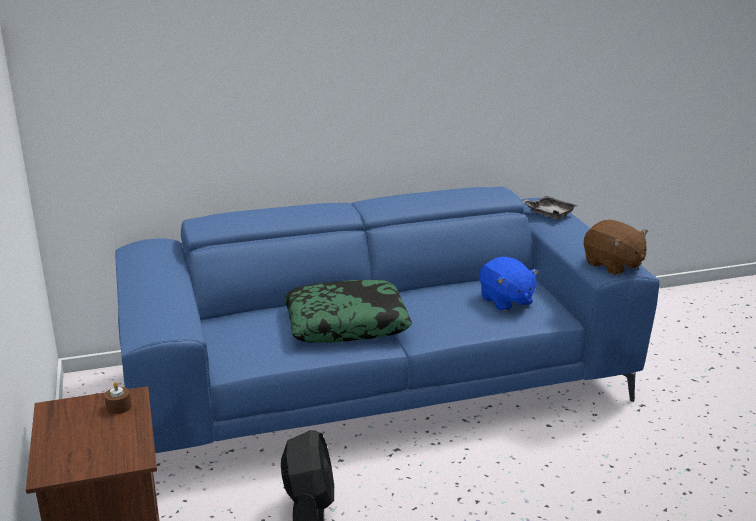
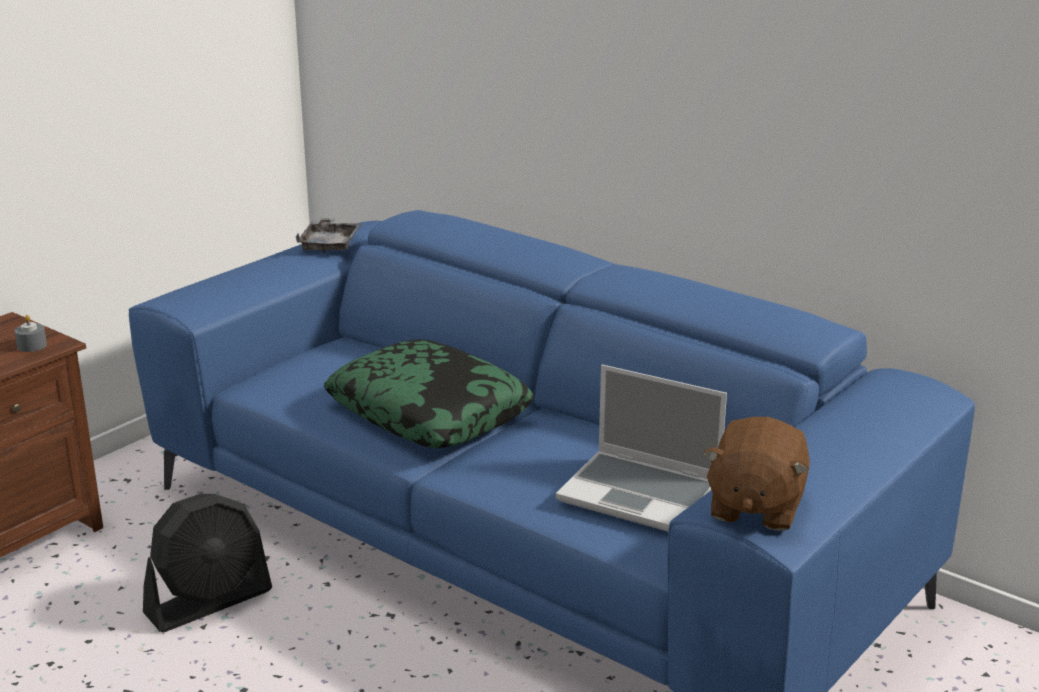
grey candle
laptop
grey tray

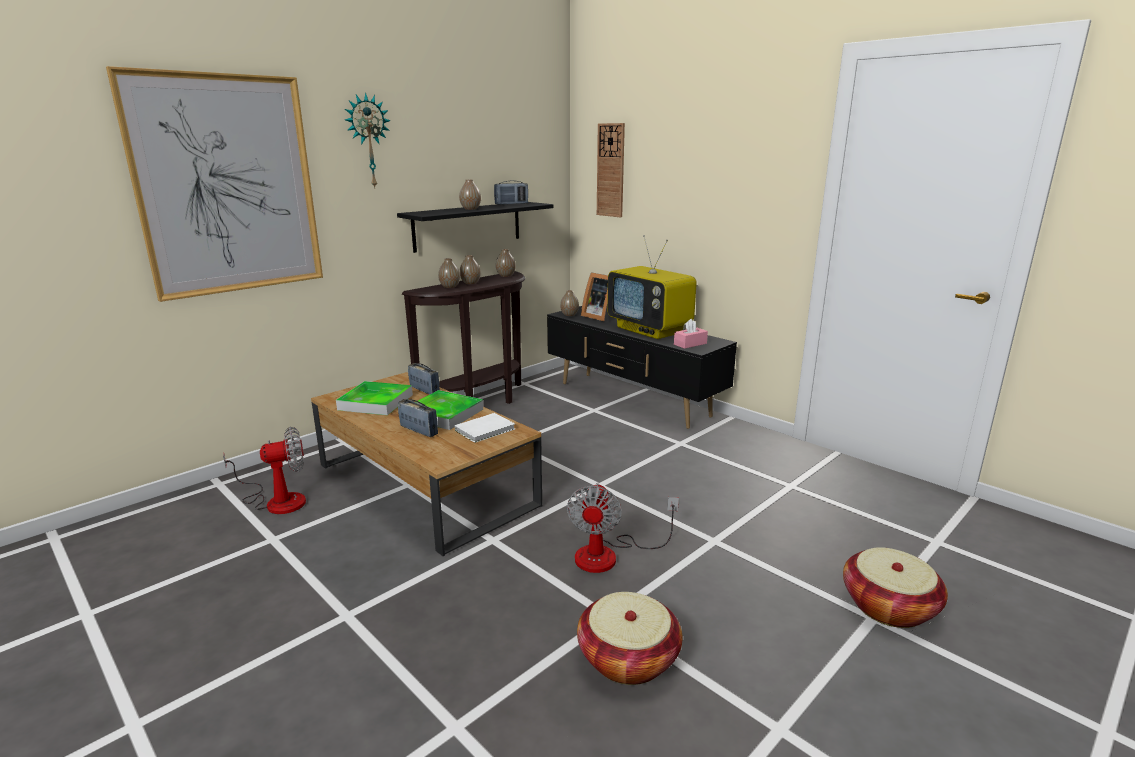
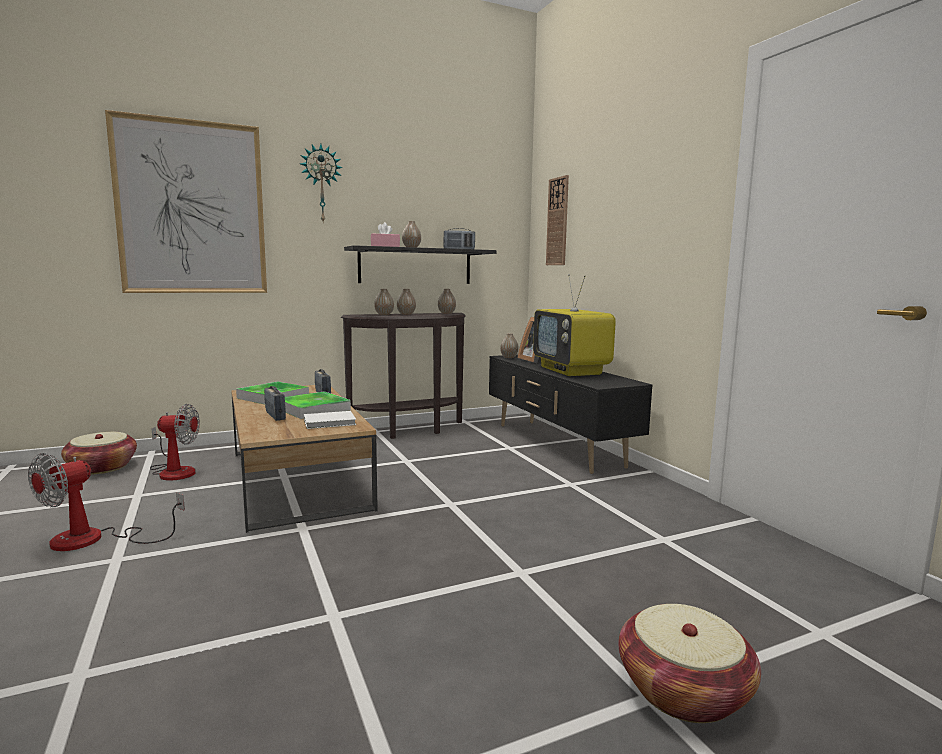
fan (no. 1 from left)
basket (no. 1 from left)
pink tissue box

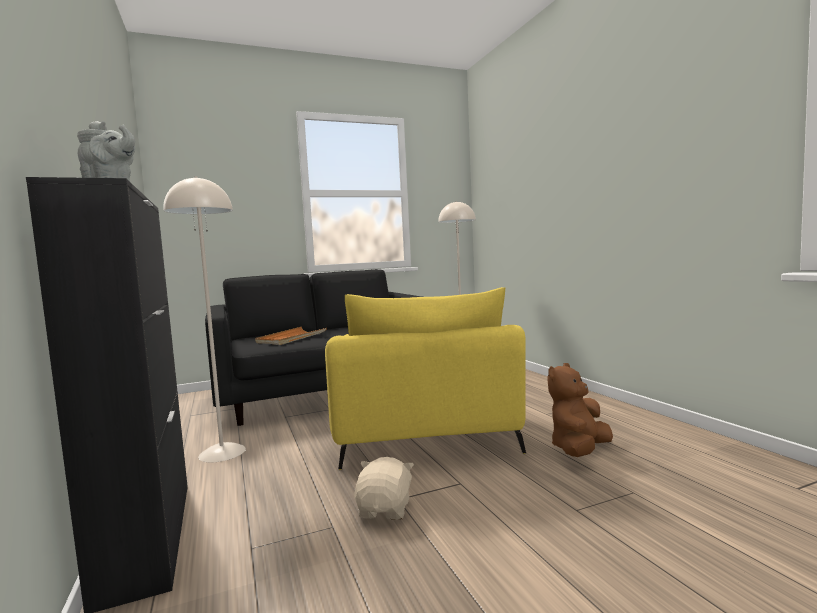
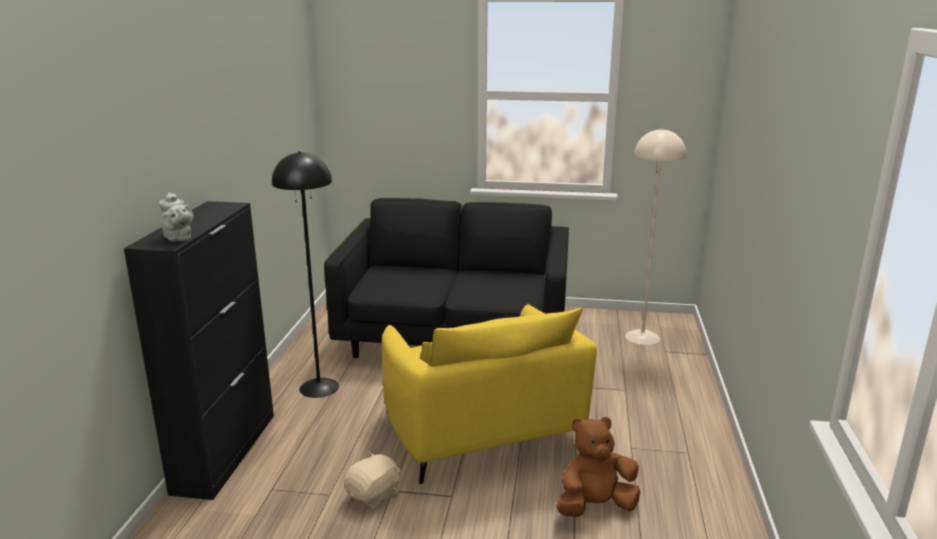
black floor lamp
orange tray
yellow armchair

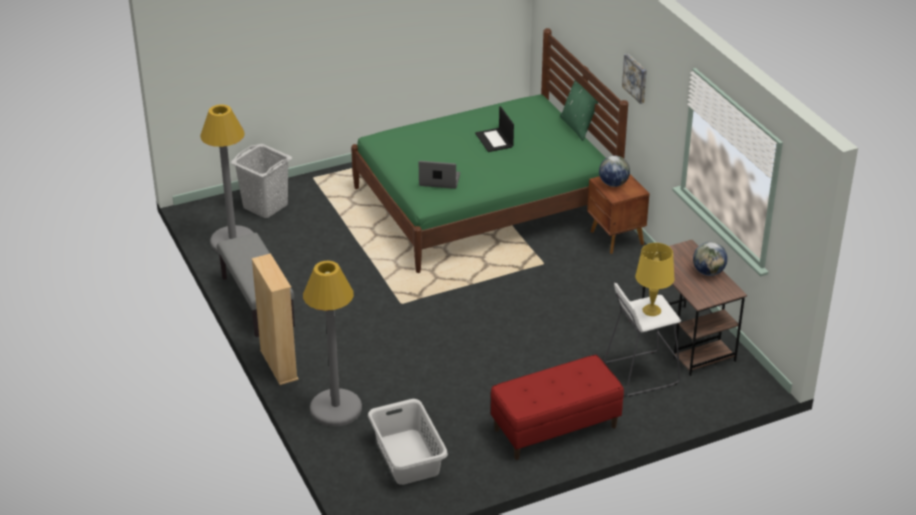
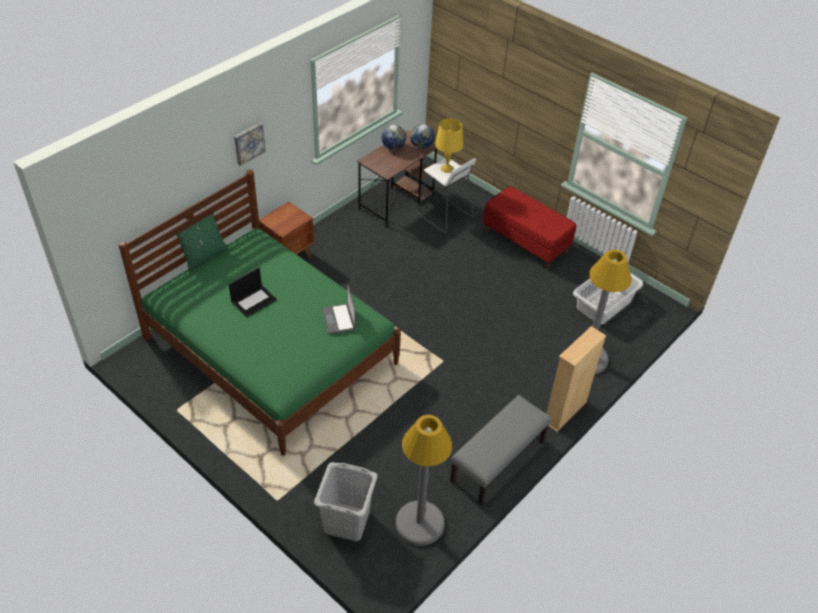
globe (no. 2 from left)

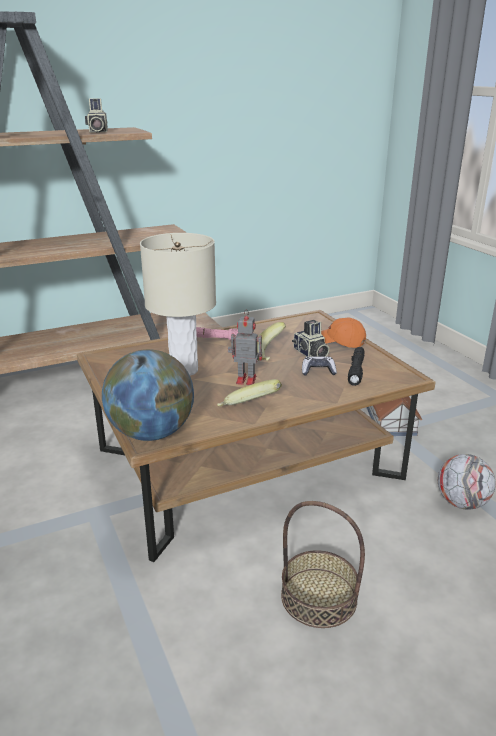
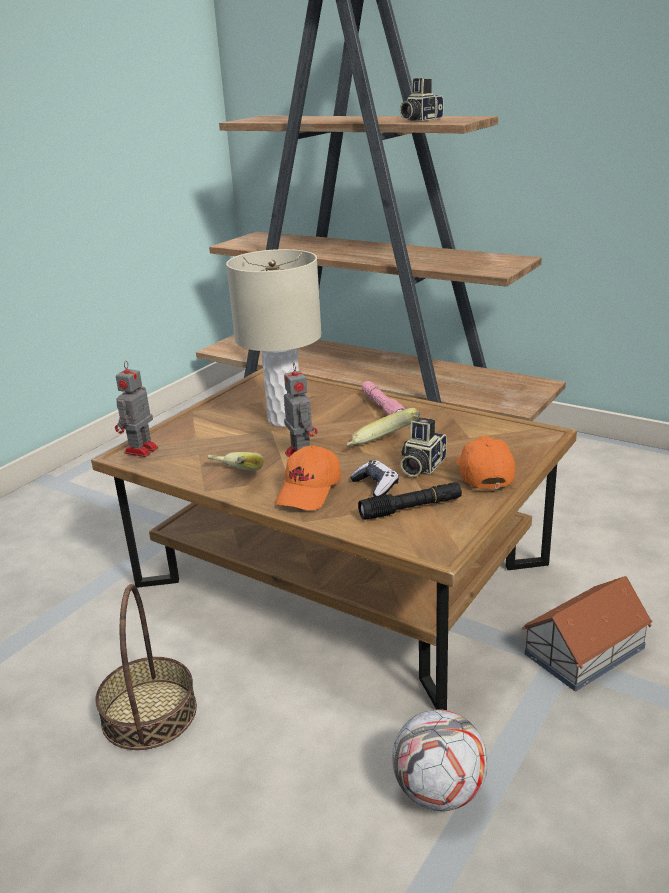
toy robot (no. 1 from left)
orange cap (no. 1 from left)

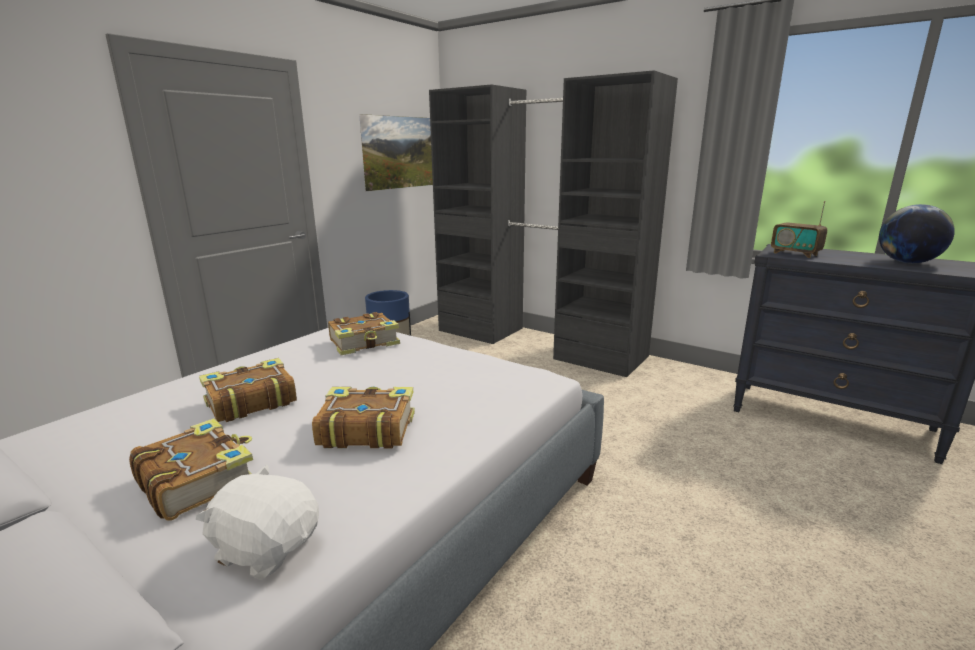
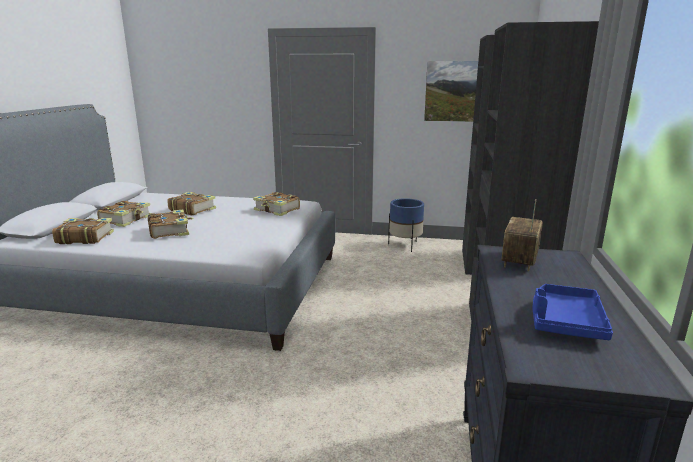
book (no. 1 from left)
blue tray

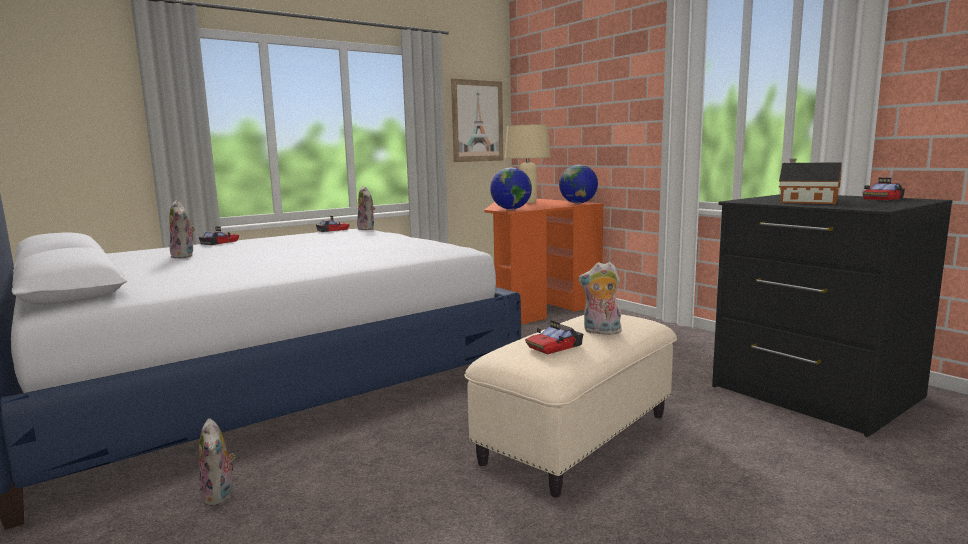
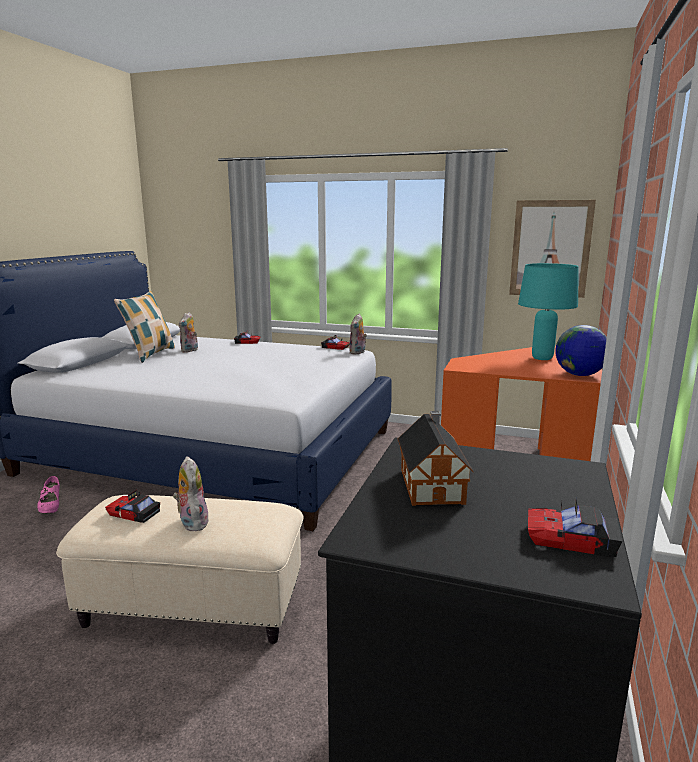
pink shoe
globe (no. 1 from left in the first image)
turquoise table lamp
pillow

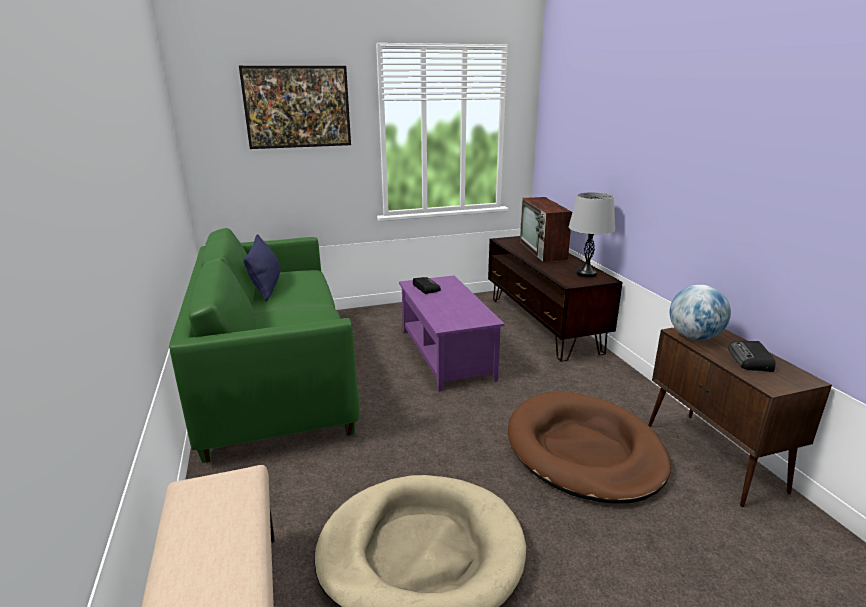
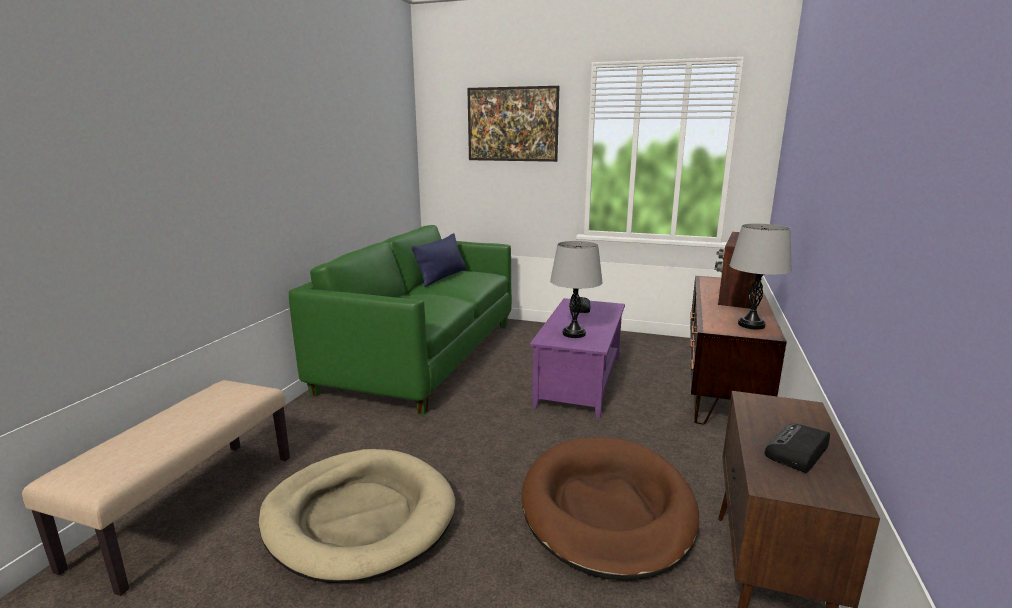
globe
grey table lamp (no. 1 from left)

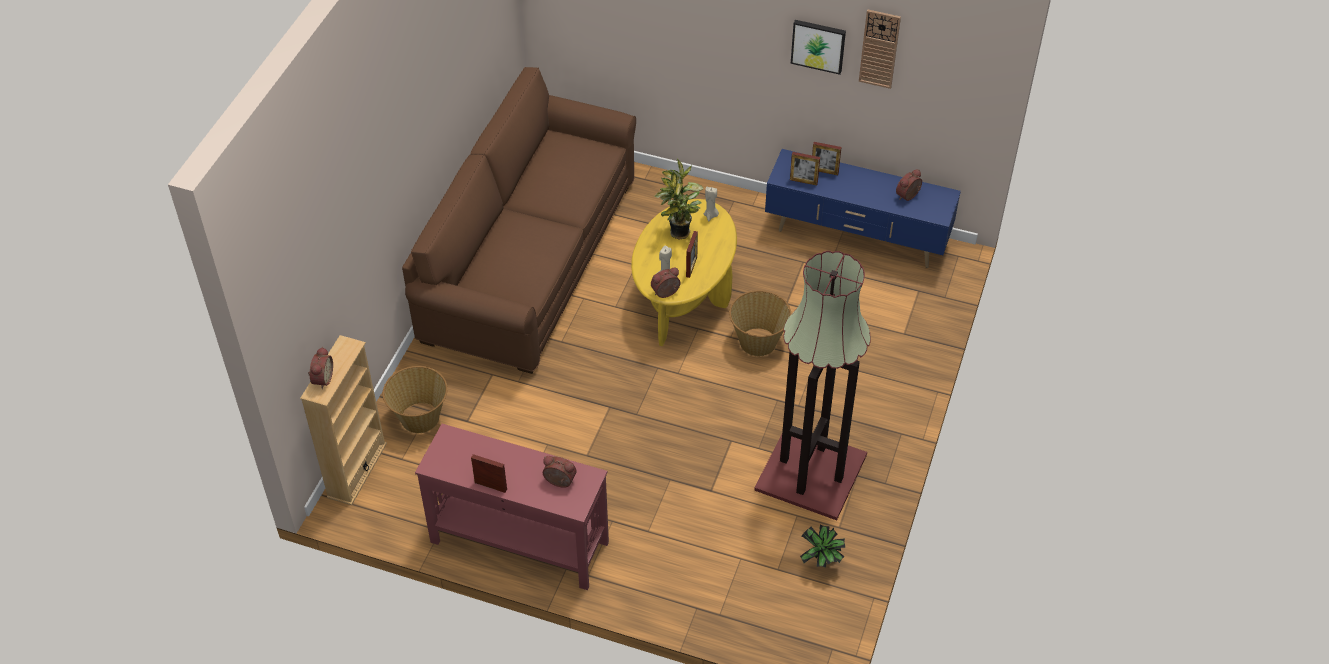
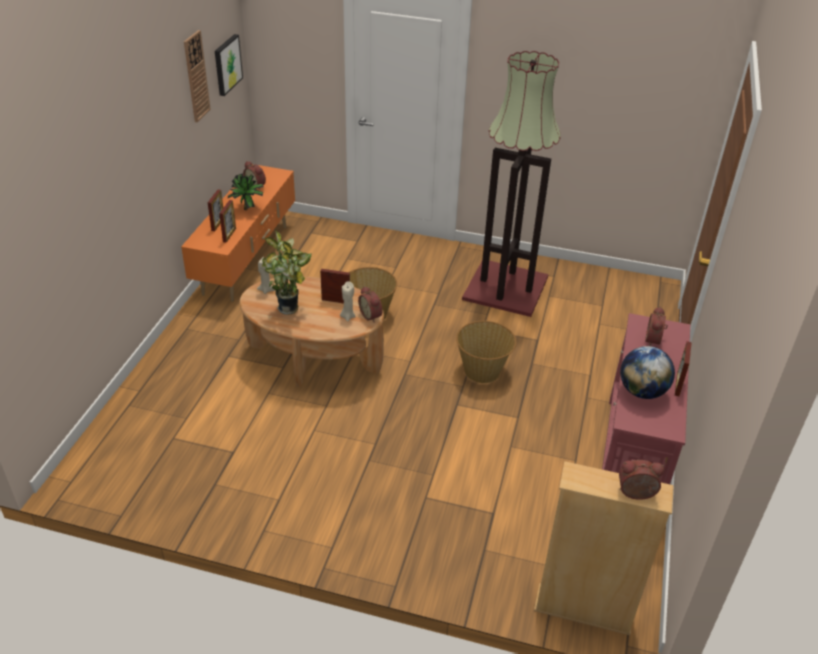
basket (no. 2 from left)
brown sofa
brown coffee table
orange tv stand
picture
potted plant (no. 1 from left)
globe

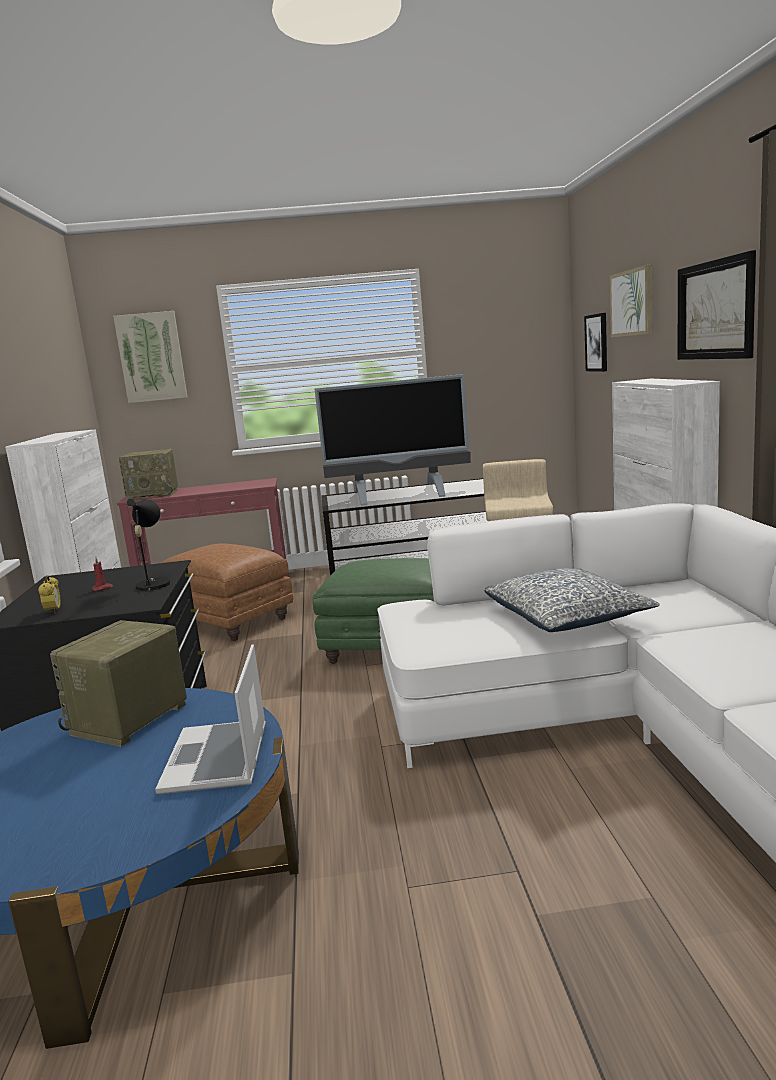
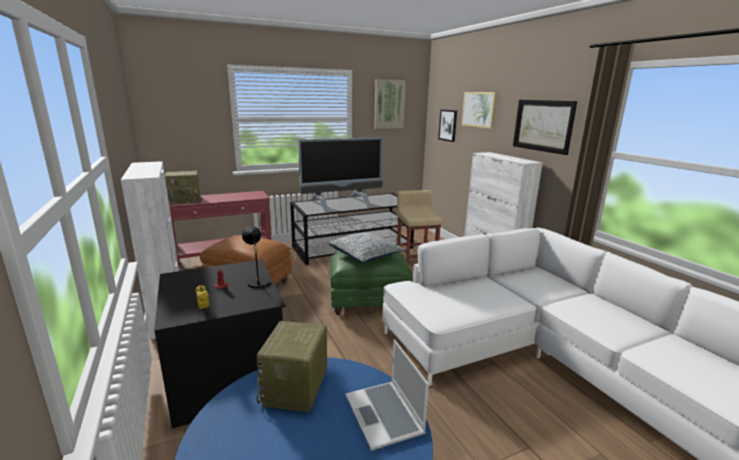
picture (no. 1 from left)
pillow

